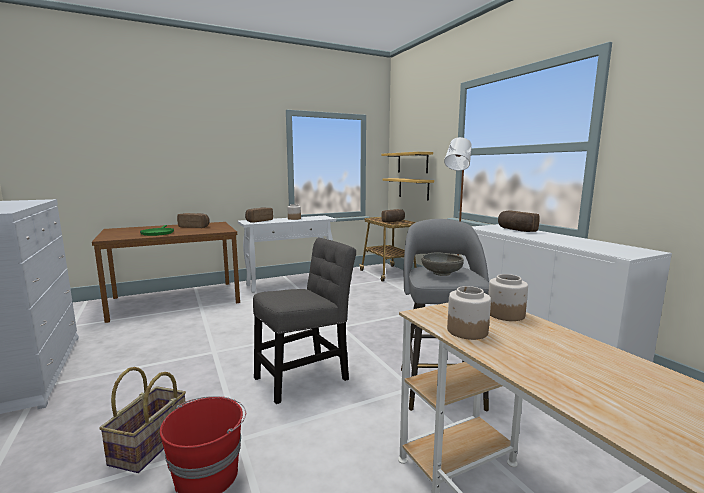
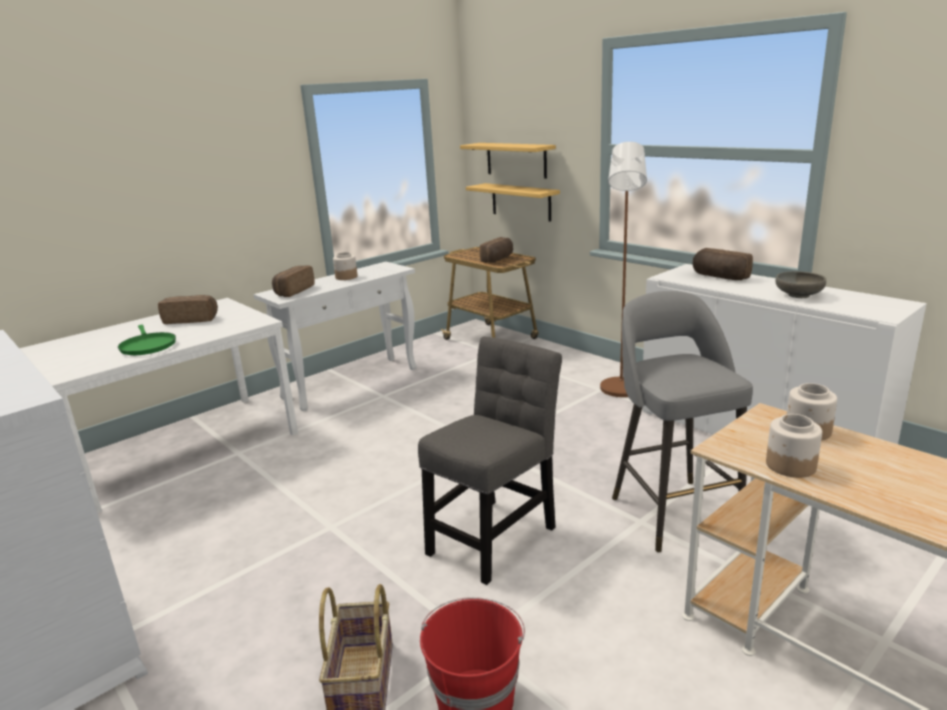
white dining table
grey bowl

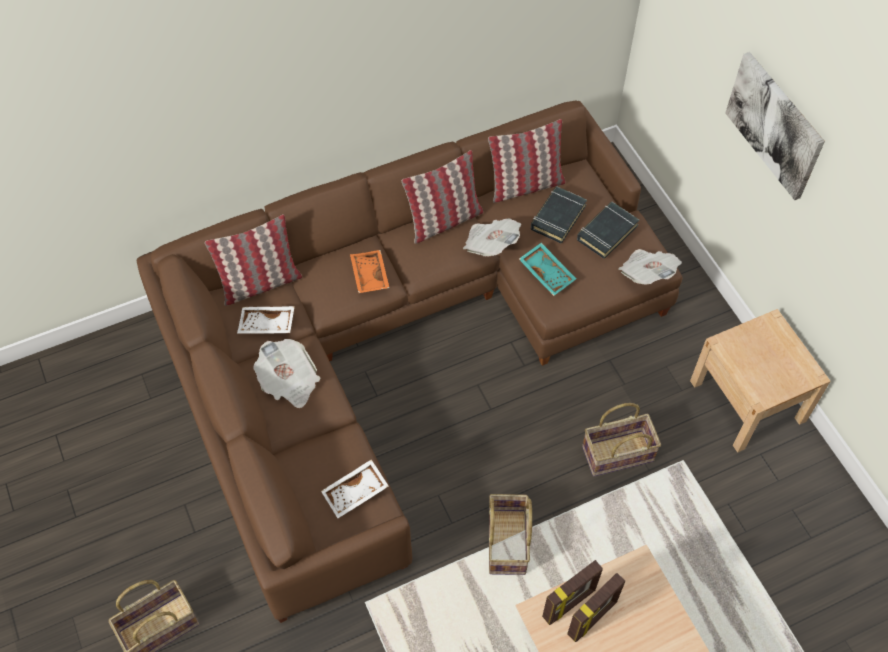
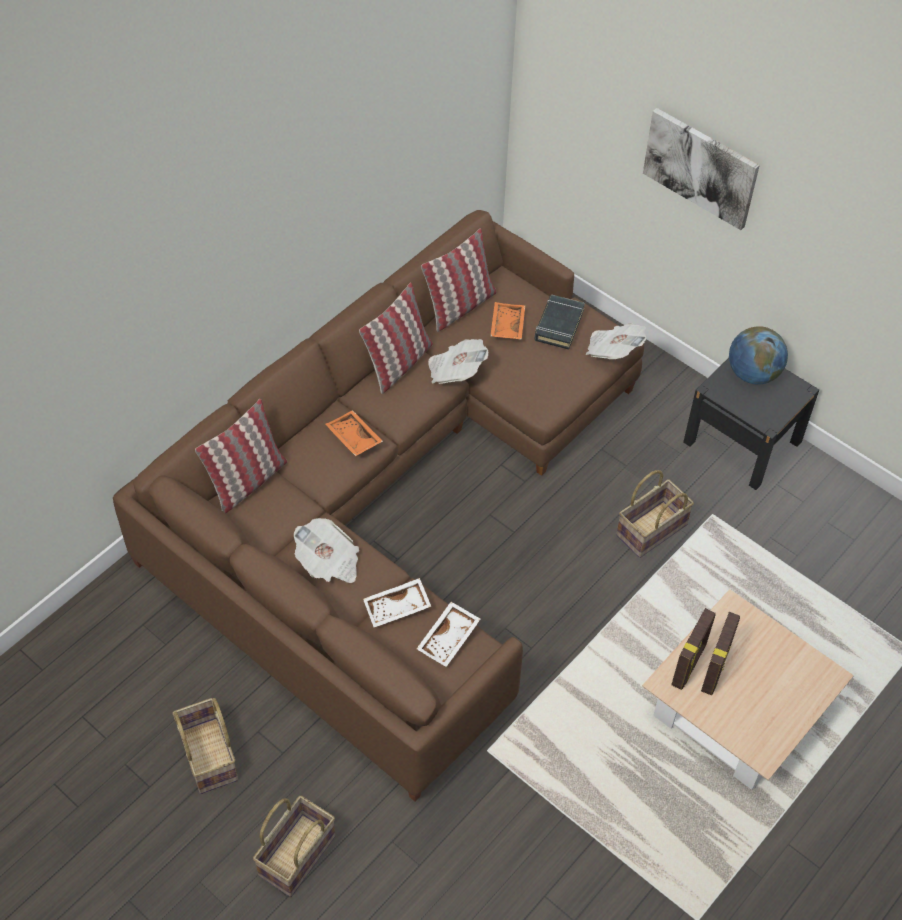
white tray (no. 1 from left)
basket (no. 1 from left)
turquoise tray
orange tray (no. 2 from left)
black nightstand
globe

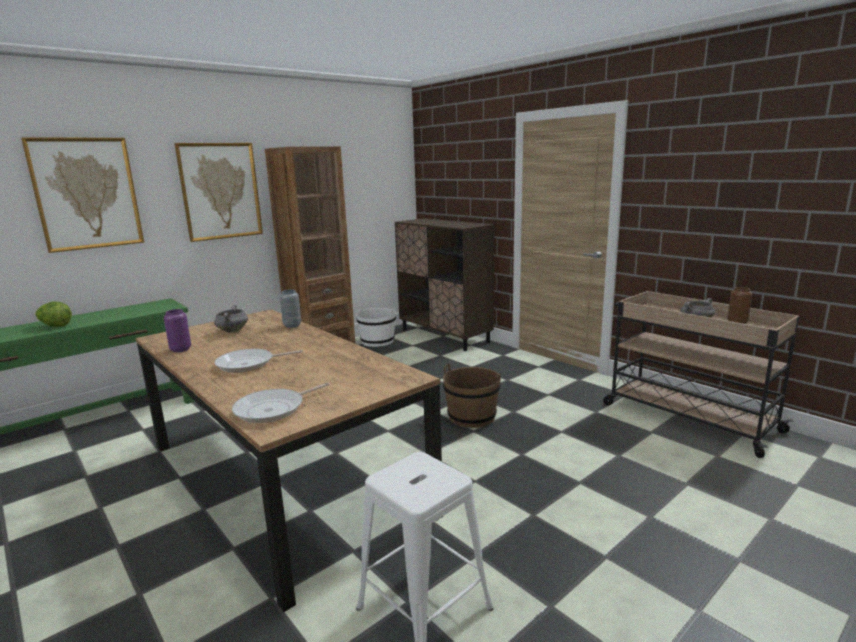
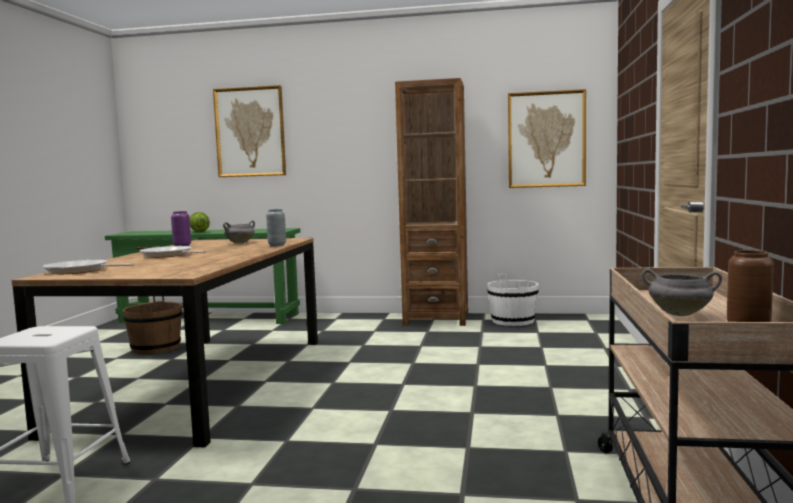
picture (no. 2 from left)
brown cabinet
brown bucket

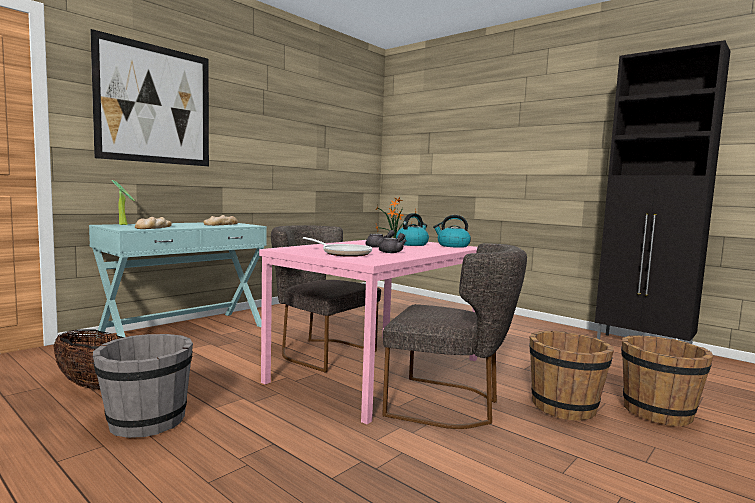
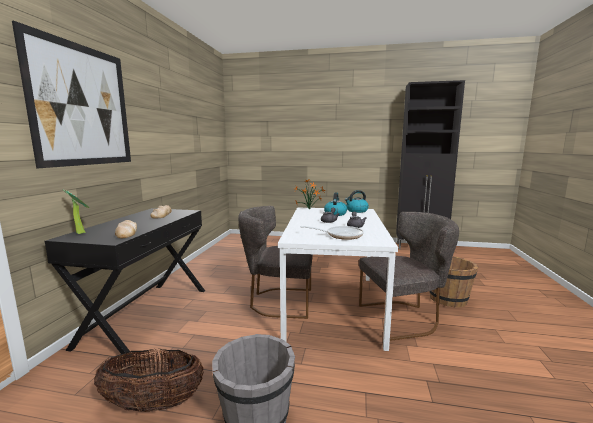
black console table
white dining table
brown bucket (no. 2 from left in the first image)

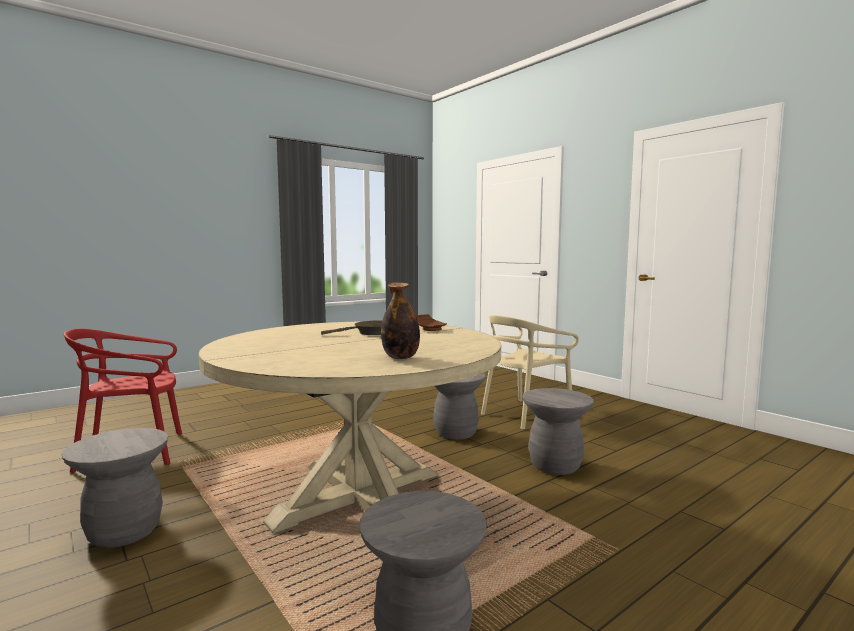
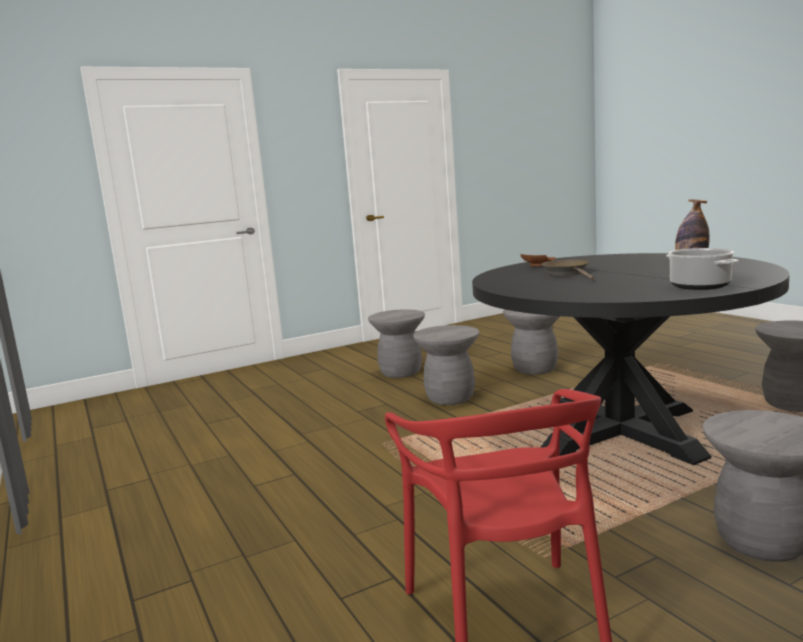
black dining table
grey stool (no. 1 from left)
cooking pot

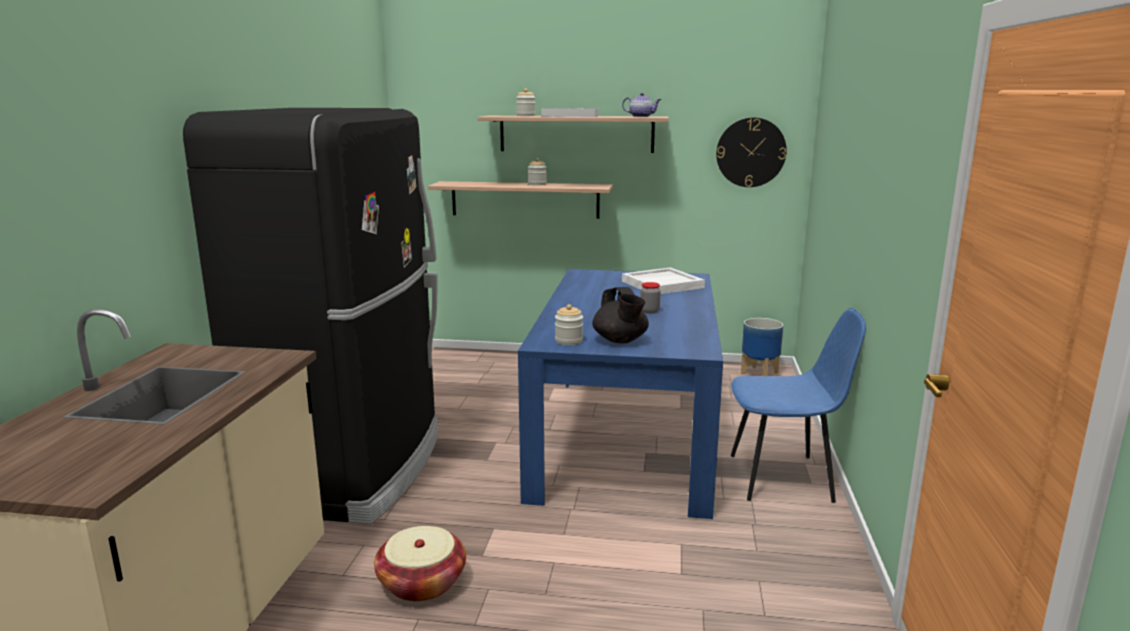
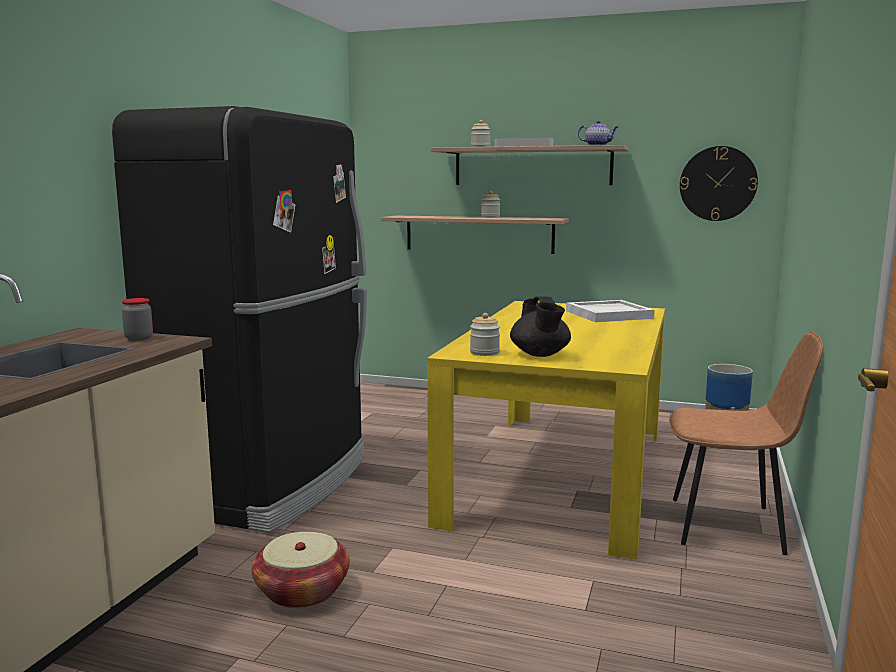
yellow dining table
jar (no. 1 from left)
brown chair

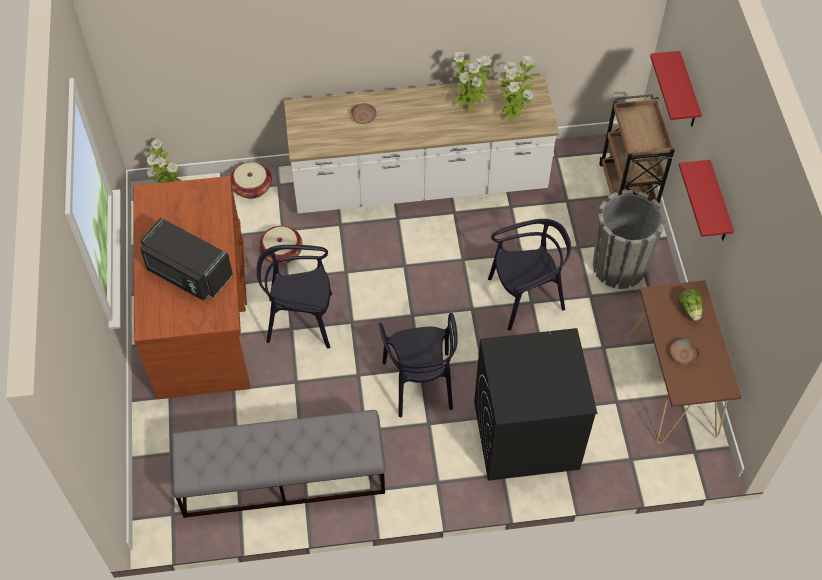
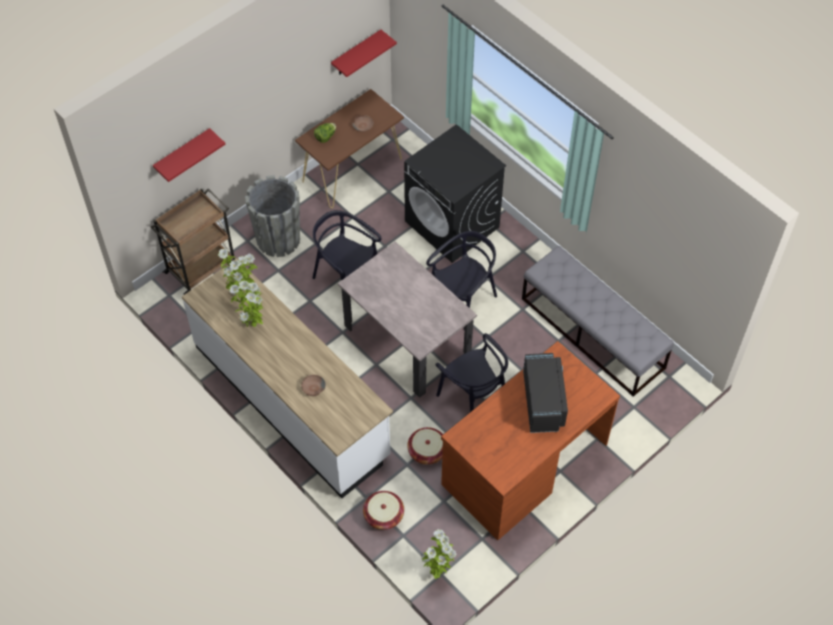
red shelf (no. 2 from left)
beige dining table

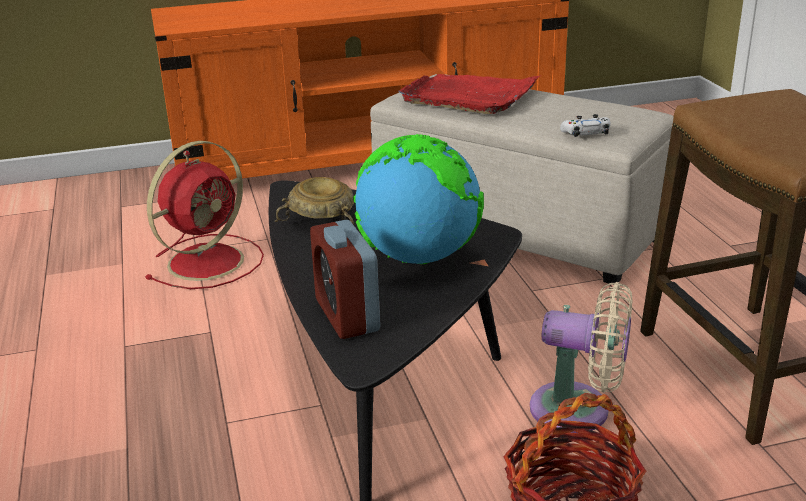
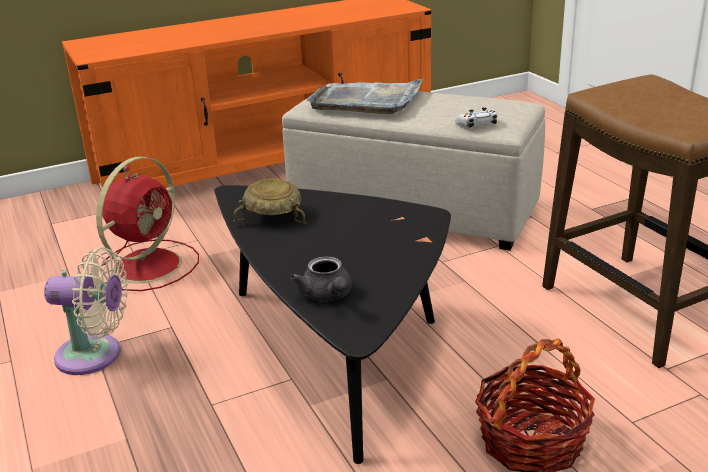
grey teapot
globe
grey tray
beige fan

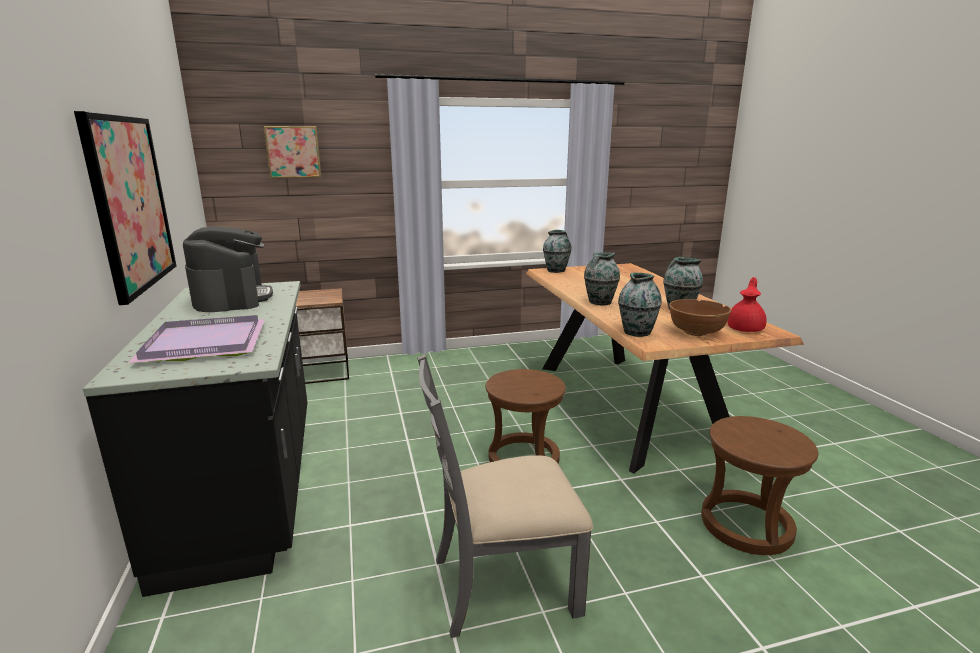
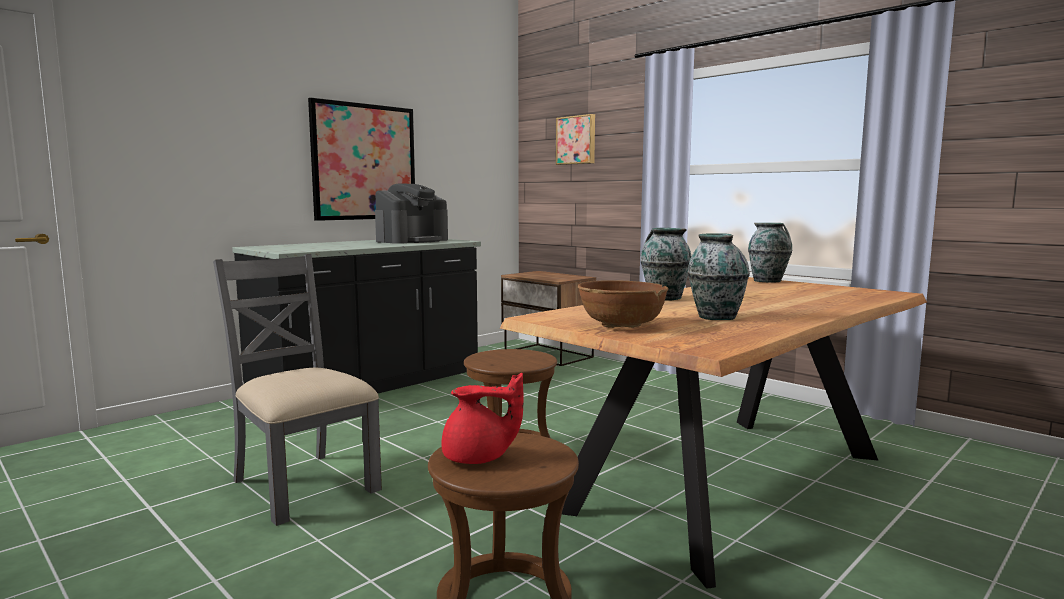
purple tray
vase (no. 3 from left in the first image)
red teapot

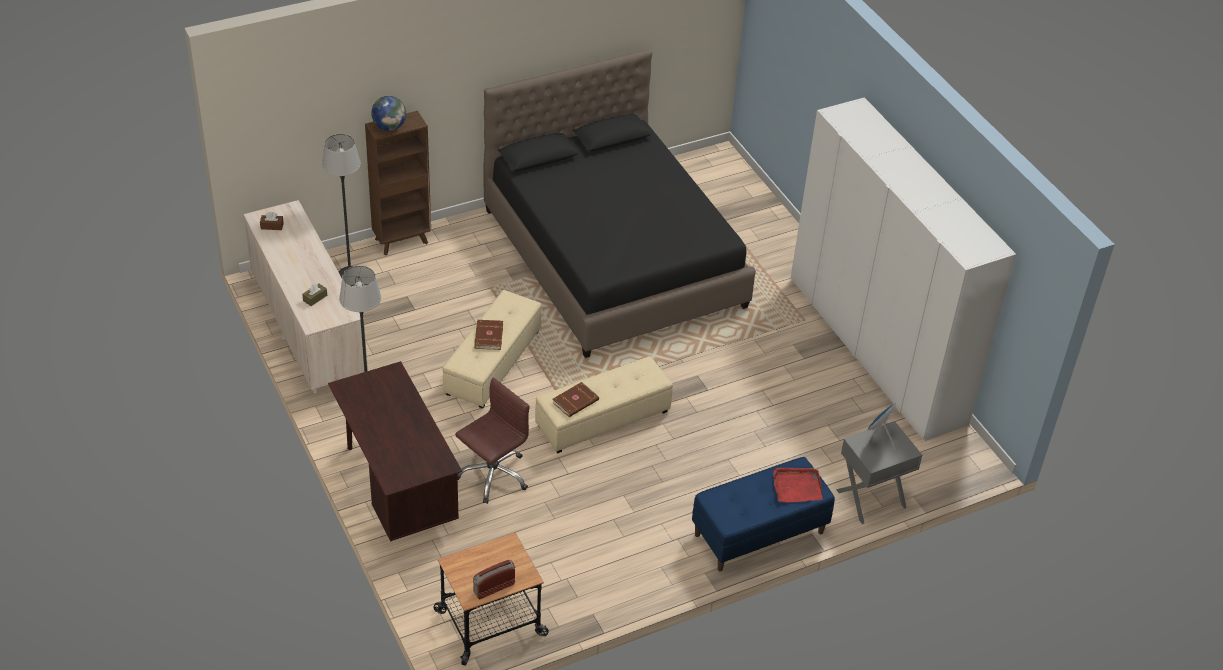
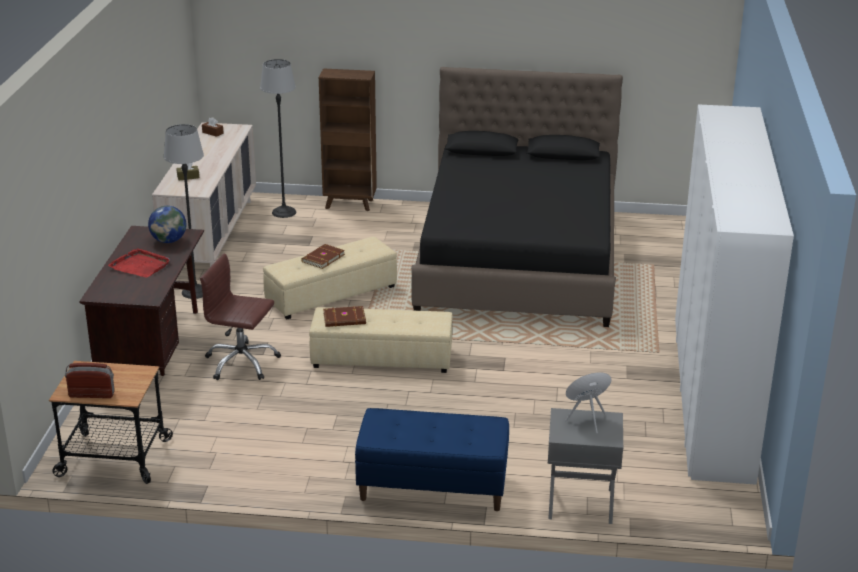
globe
brown office chair
red tray

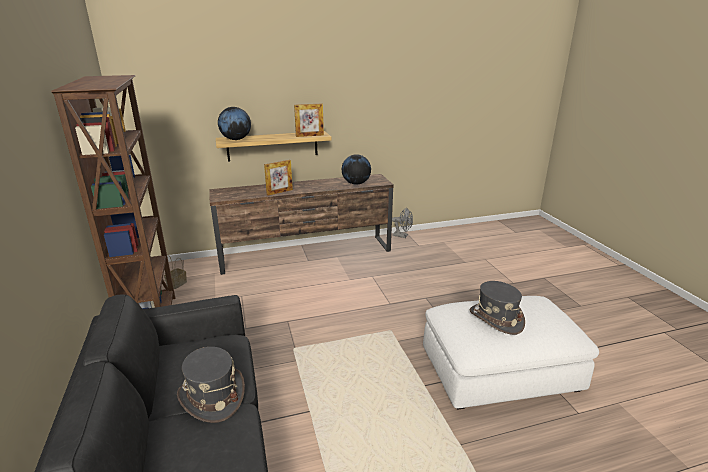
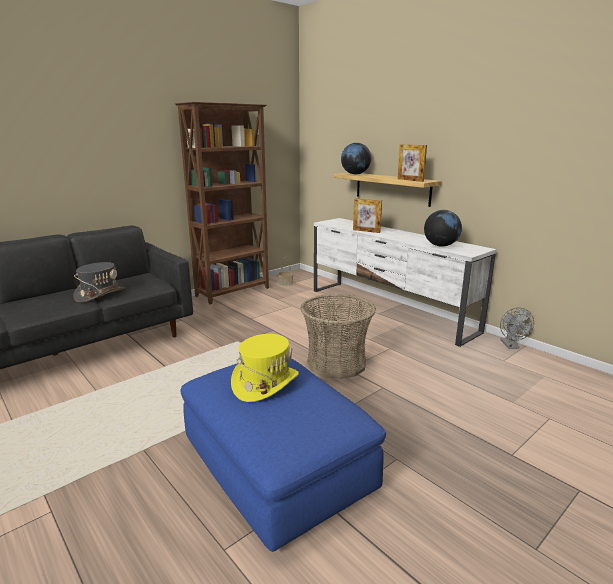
white tv stand
blue ottoman
yellow hat
basket (no. 2 from left)

